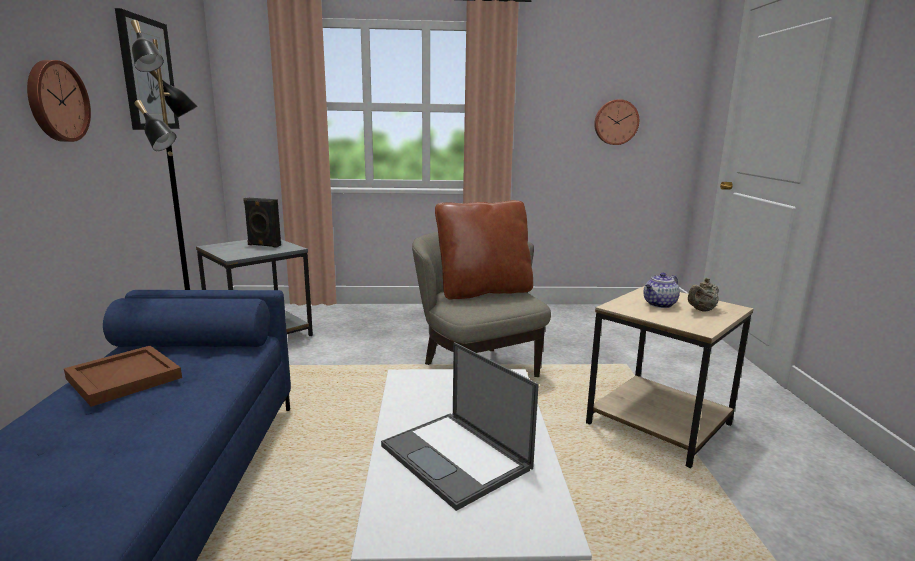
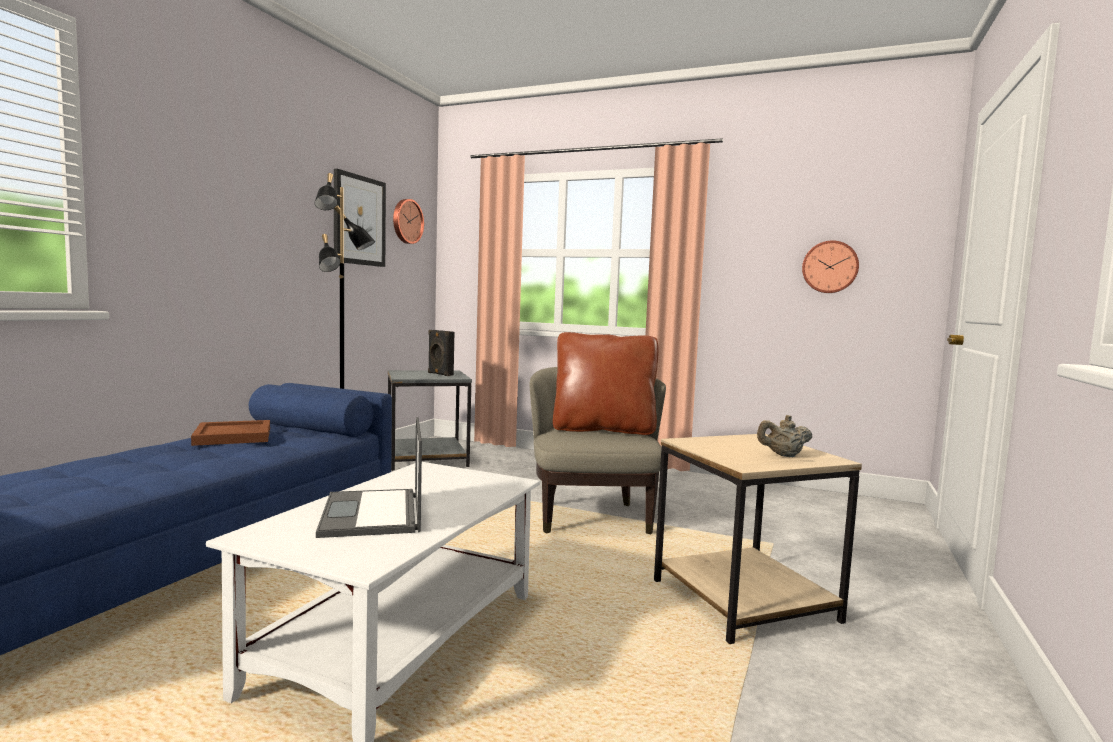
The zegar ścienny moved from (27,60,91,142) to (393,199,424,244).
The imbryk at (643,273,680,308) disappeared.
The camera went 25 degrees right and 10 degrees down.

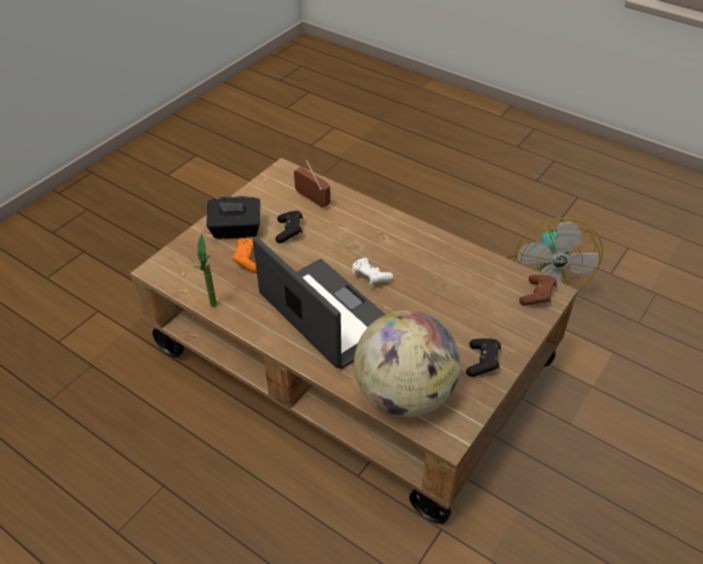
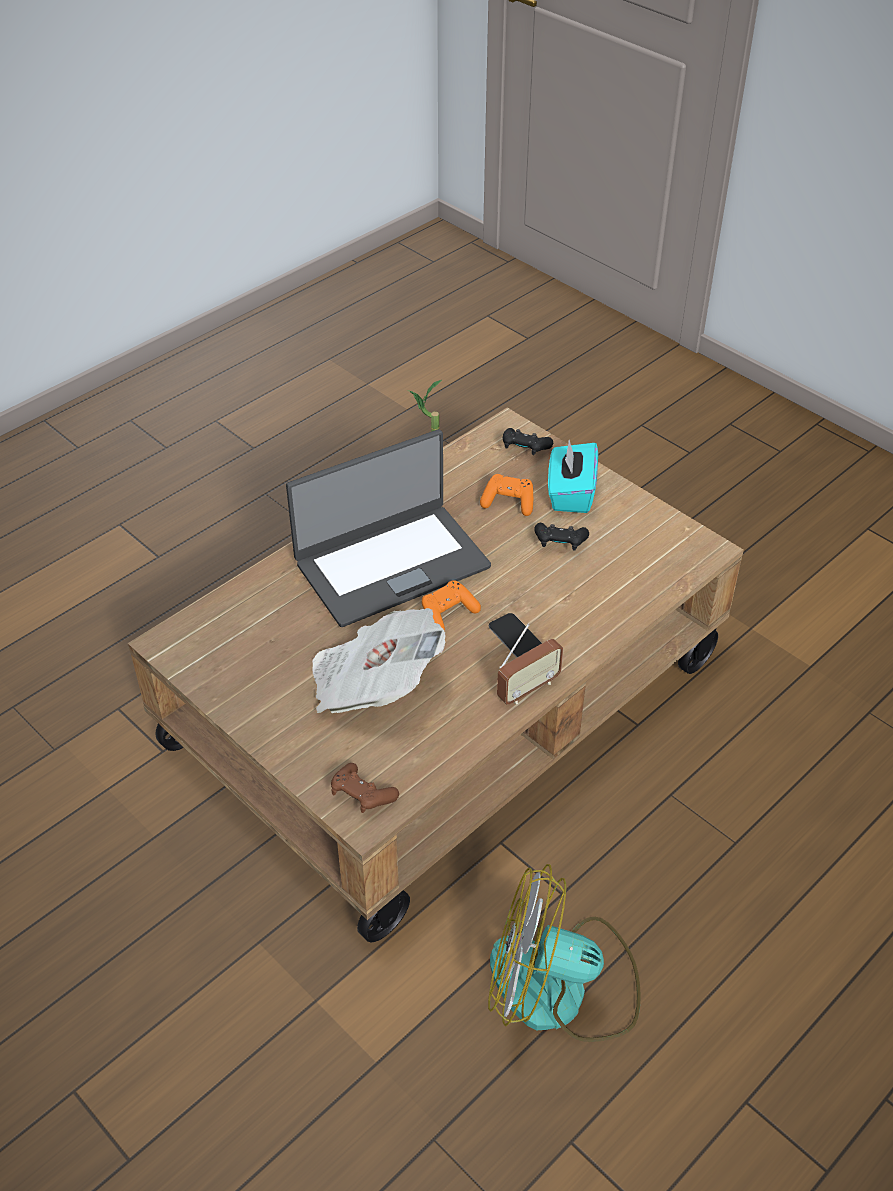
The pudełko chusteczek/czarny at (206,196,261,239) became the pudełko chusteczek/turkusowy at (548,440,598,513).
The radio moved from (294,159,331,208) to (497,624,564,704).
The pad do gier/biały at (352,258,393,285) became the pad do gier/pomarańczowy at (422,580,481,631).
The globus at (354,310,460,417) disappeared.
The pad do gier/czarny moved from (466,338,501,377) to (503,428,553,455).
The gazeta at (312,608,446,713) appeared.
The telefon at (489,613,542,657) appeared.
The camera went 100 degrees right and 0 degrees up.

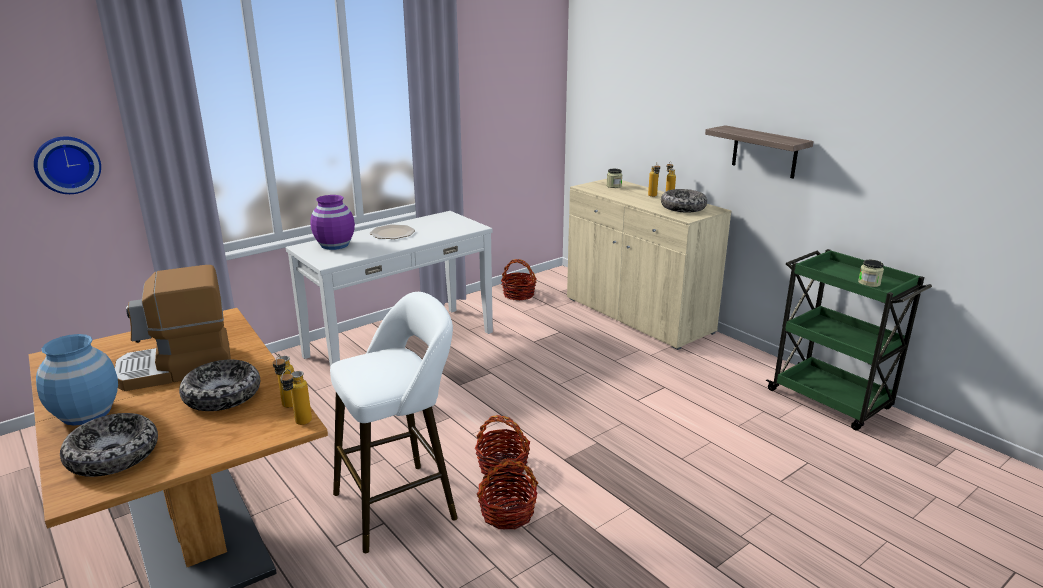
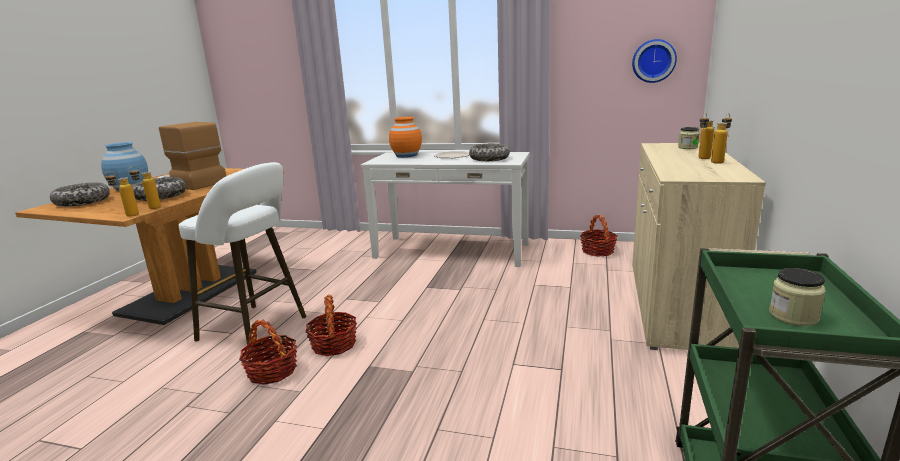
The zegar ścienny moved from (34,137,101,194) to (632,39,677,83).
The wazon/fioletowy at (310,195,355,250) became the wazon/pomarańczowy at (389,117,422,158).
The miska moved from (661,189,707,213) to (469,143,510,161).
The półka at (705,125,814,179) disappeared.
The camera went 55 degrees right and 5 degrees down.

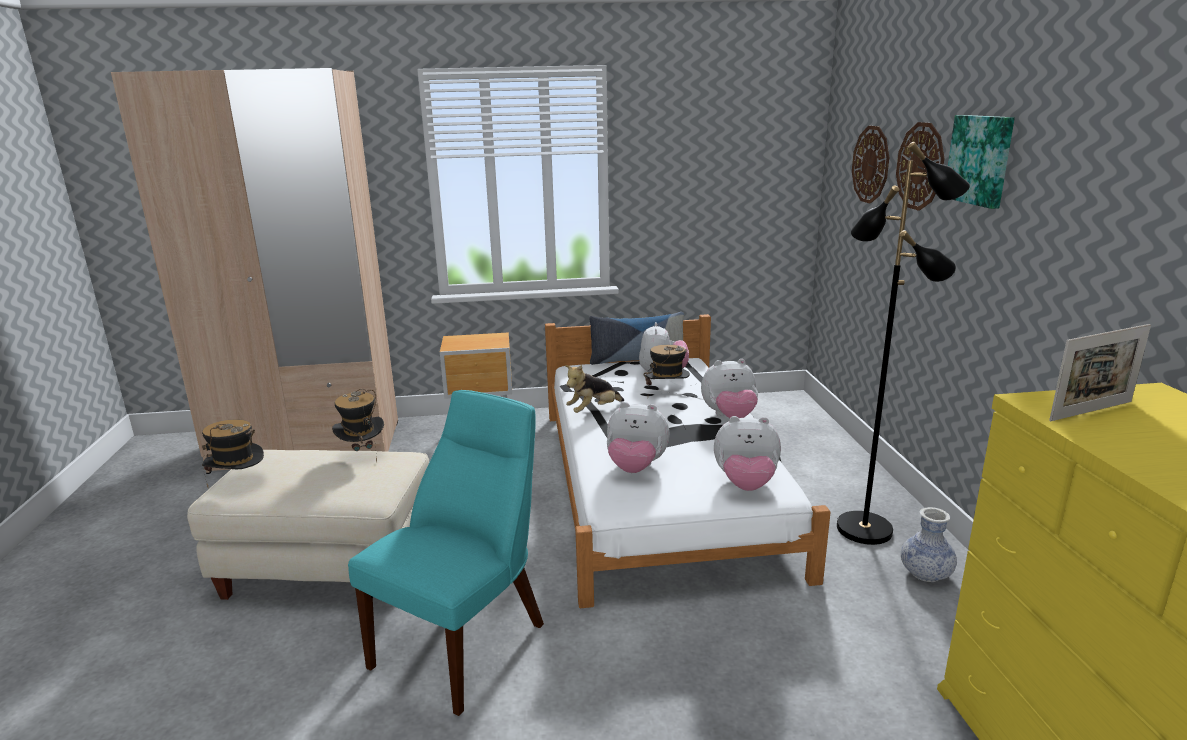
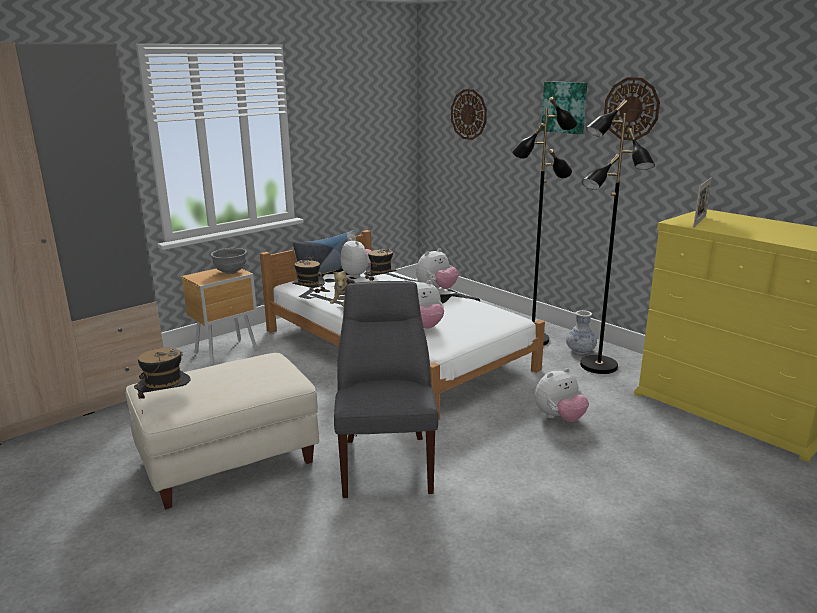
The kapelusz moved from (332,389,384,461) to (292,257,326,299).
The krzesło/turkusowy at (348,390,544,716) became the krzesło/szary at (334,281,438,498).
The pluszak moved from (714,416,781,491) to (535,368,589,422).
The zegar ścienny moved from (896,122,945,211) to (604,77,660,141).
The miska/szary at (211,248,247,274) appeared.
The lampa stojąca/czarny at (580,99,655,374) appeared.
The camera went 35 degrees left and 0 degrees up.

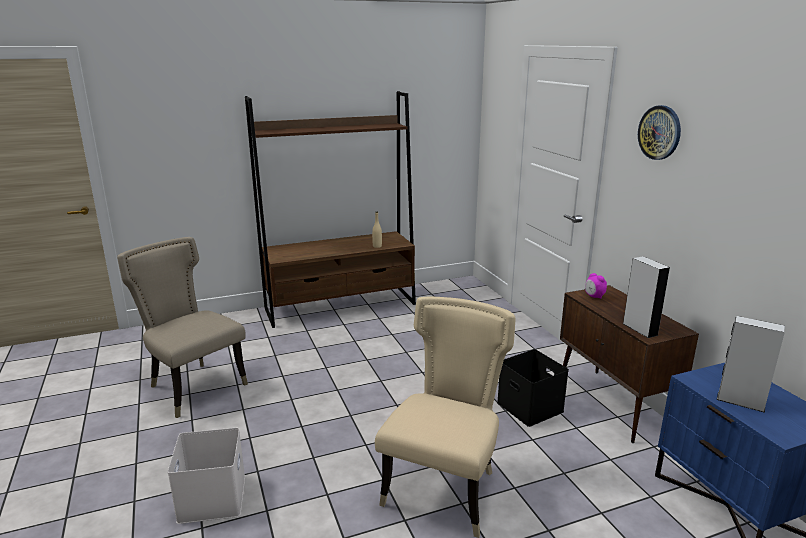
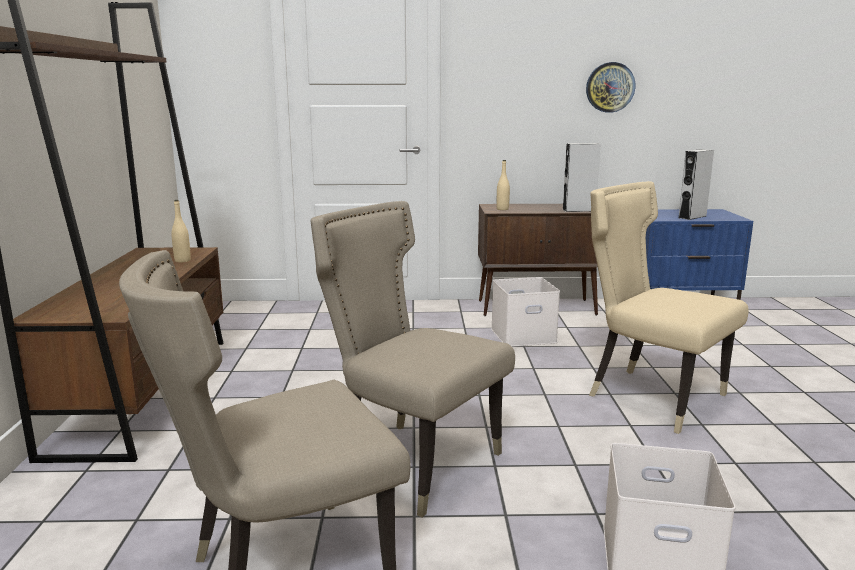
The pojemnik do przechowywania/czarny at (497,349,569,427) became the pojemnik do przechowywania/biały at (491,277,560,347).
The budzik at (585,273,607,299) was replaced by the butelka/beżowy at (497,160,510,210).
The zegar ścienny moved from (638,105,681,160) to (586,62,635,113).
The krzesło/beżowy at (311,201,515,518) appeared.
The camera went 70 degrees left and 5 degrees down.

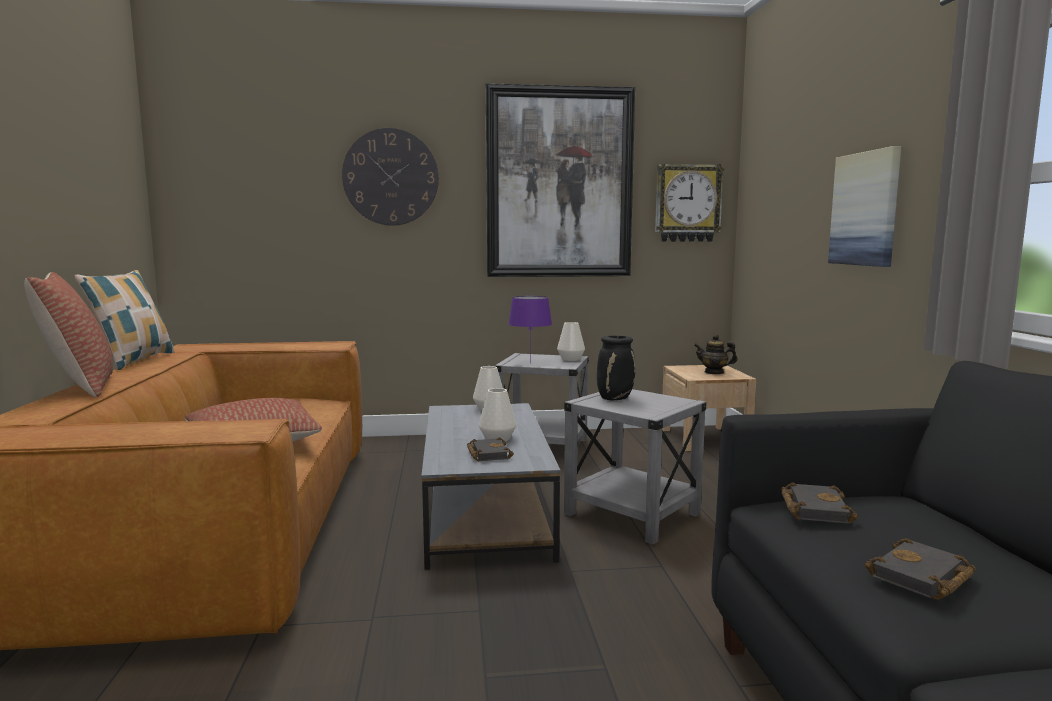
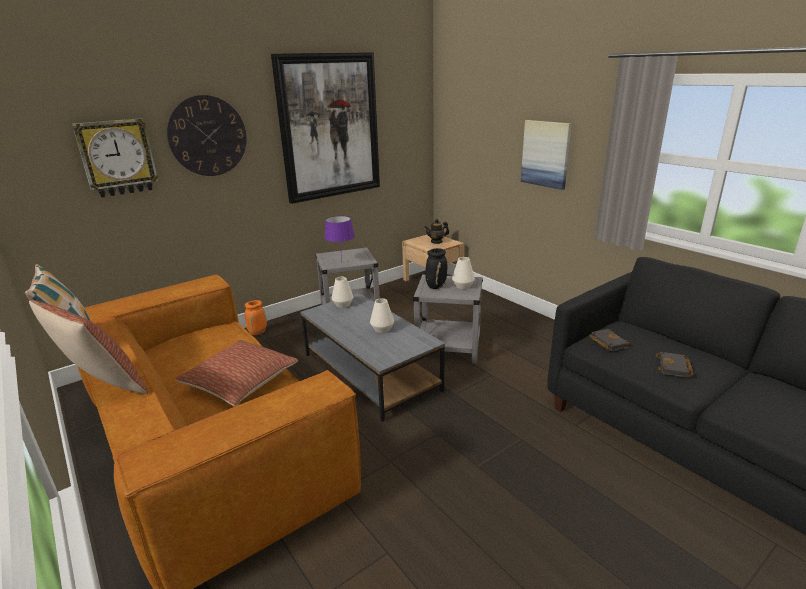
The książka/czarny at (467,437,514,461) disappeared.
The wazon/biały moved from (557,322,585,361) to (452,257,475,289).
The zegar ścienny moved from (655,164,725,242) to (72,118,158,198).
The wazon/pomarańczowy at (245,300,267,335) appeared.
The camera went 30 degrees left and 15 degrees up.

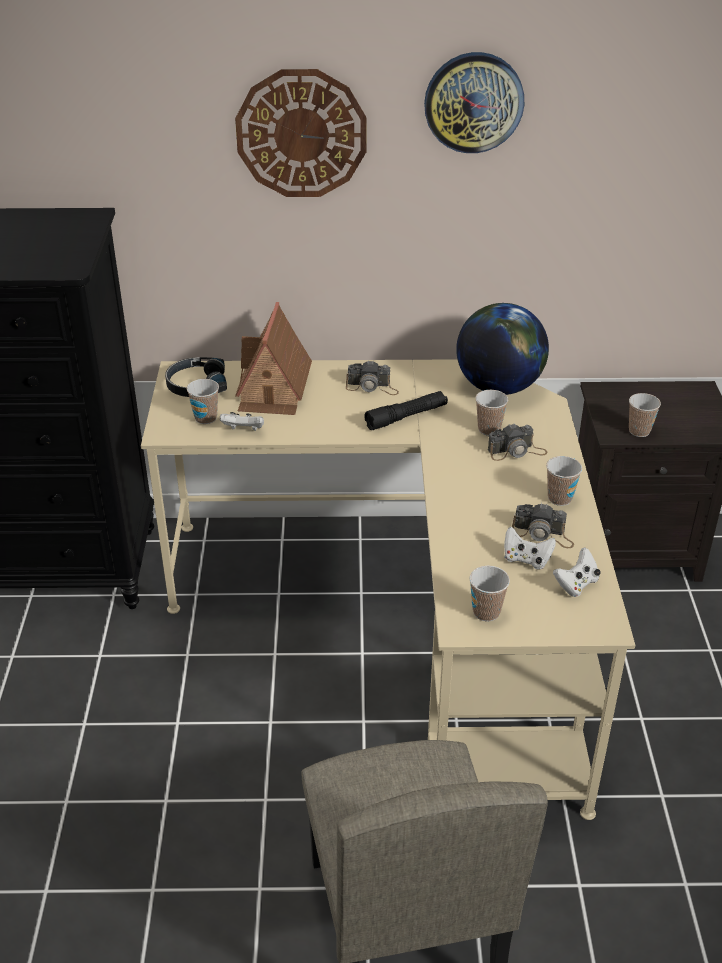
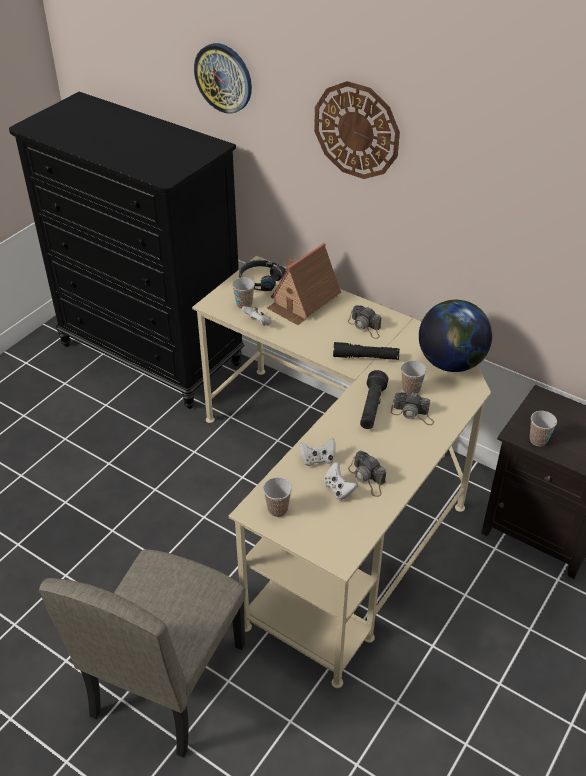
The zegar ścienny moved from (424,52,524,153) to (194,43,252,114).
The filiżanka at (546,456,582,506) disappeared.
The pad do gier/biały moved from (553,547,600,597) to (299,438,335,466).
The latarka/czarny at (360,370,388,429) appeared.
The camera went 35 degrees right and 5 degrees up.

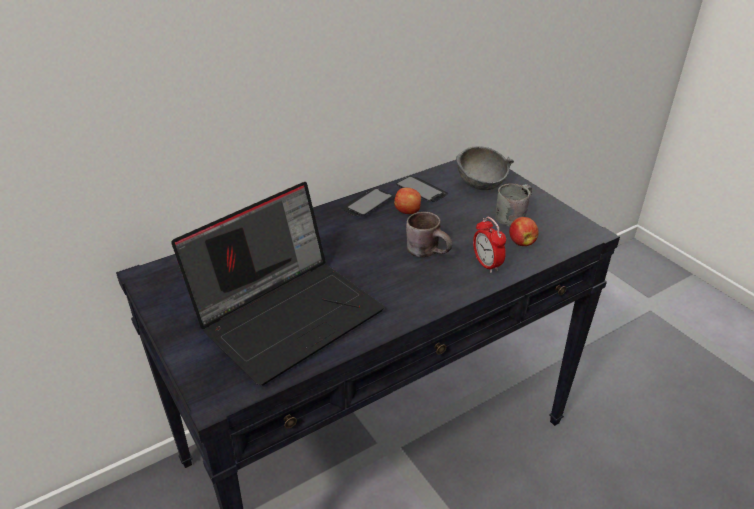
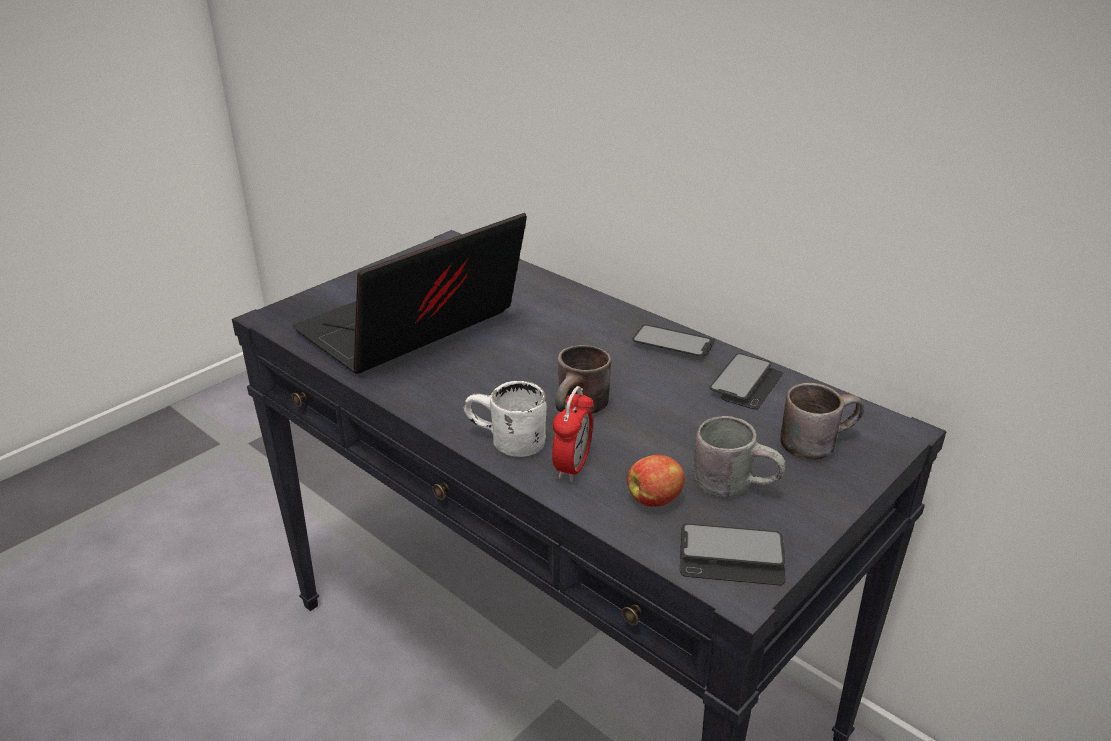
The laptop at (171,182,384,386) turned 105 degrees clockwise.
The jabłko at (394,188,421,214) disappeared.
The miska/szary at (456,146,514,190) was replaced by the kubek/brązowy at (780,383,864,460).
The budzik at (473,217,506,273) turned 150 degrees clockwise.
The kubek/biały at (464,381,547,457) appeared.
The telefon at (680,523,785,585) appeared.
The camera went 75 degrees right and 5 degrees down.

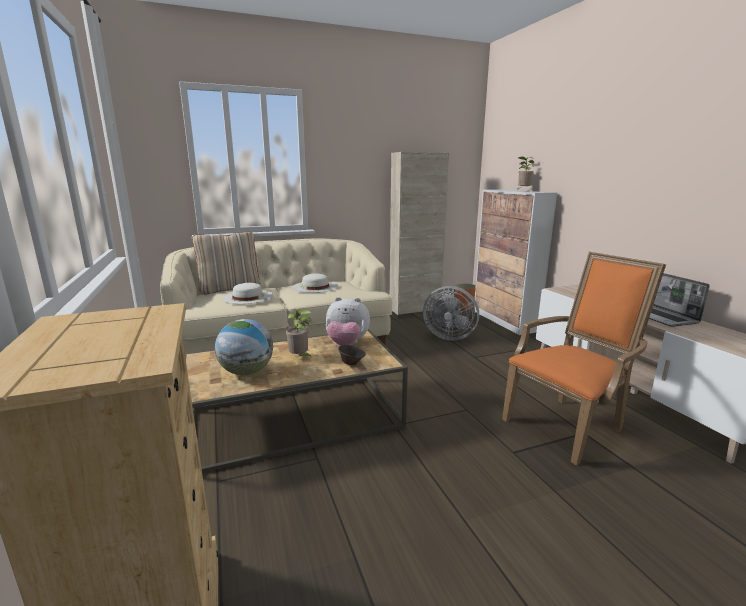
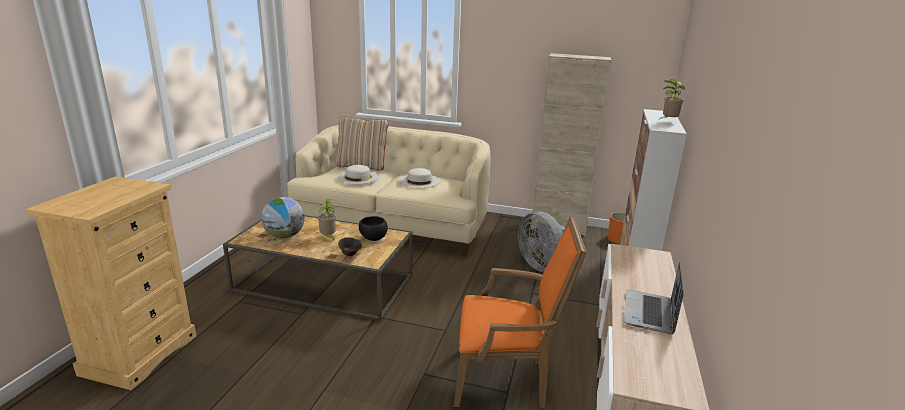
The pluszak at (326,297,370,346) was replaced by the miska/czarny at (359,216,388,241).
The camera went 35 degrees right and 5 degrees up.

